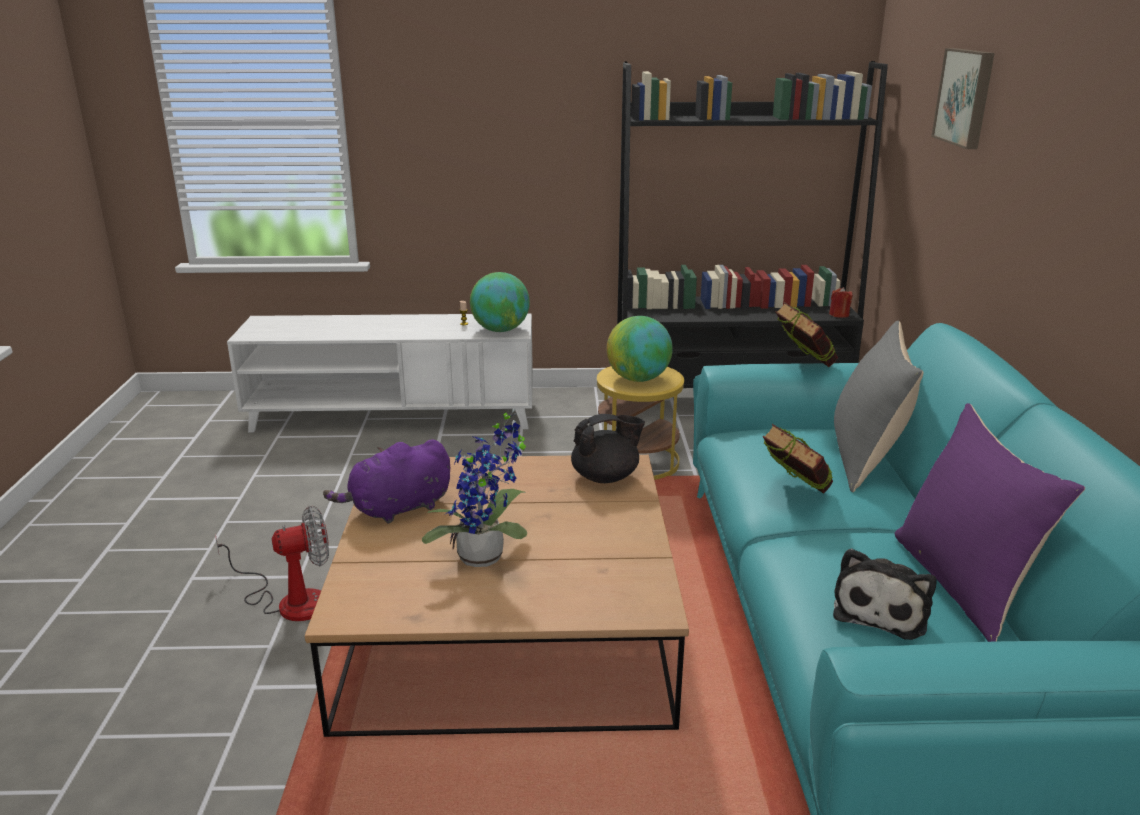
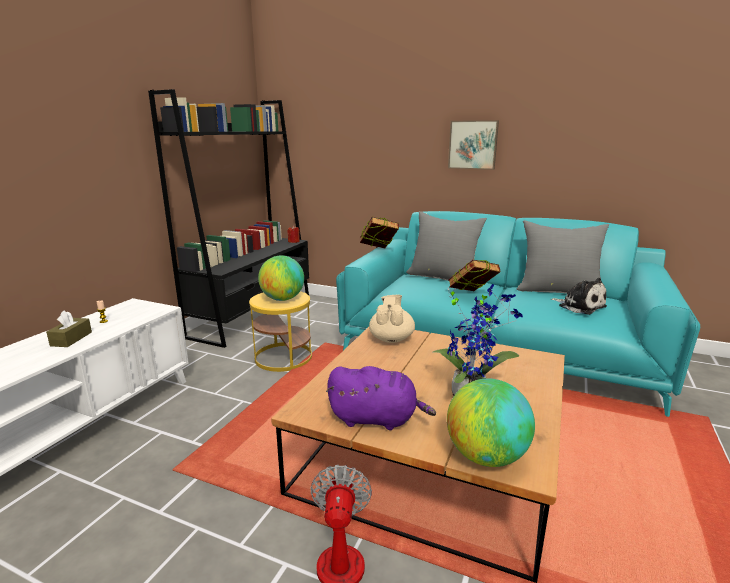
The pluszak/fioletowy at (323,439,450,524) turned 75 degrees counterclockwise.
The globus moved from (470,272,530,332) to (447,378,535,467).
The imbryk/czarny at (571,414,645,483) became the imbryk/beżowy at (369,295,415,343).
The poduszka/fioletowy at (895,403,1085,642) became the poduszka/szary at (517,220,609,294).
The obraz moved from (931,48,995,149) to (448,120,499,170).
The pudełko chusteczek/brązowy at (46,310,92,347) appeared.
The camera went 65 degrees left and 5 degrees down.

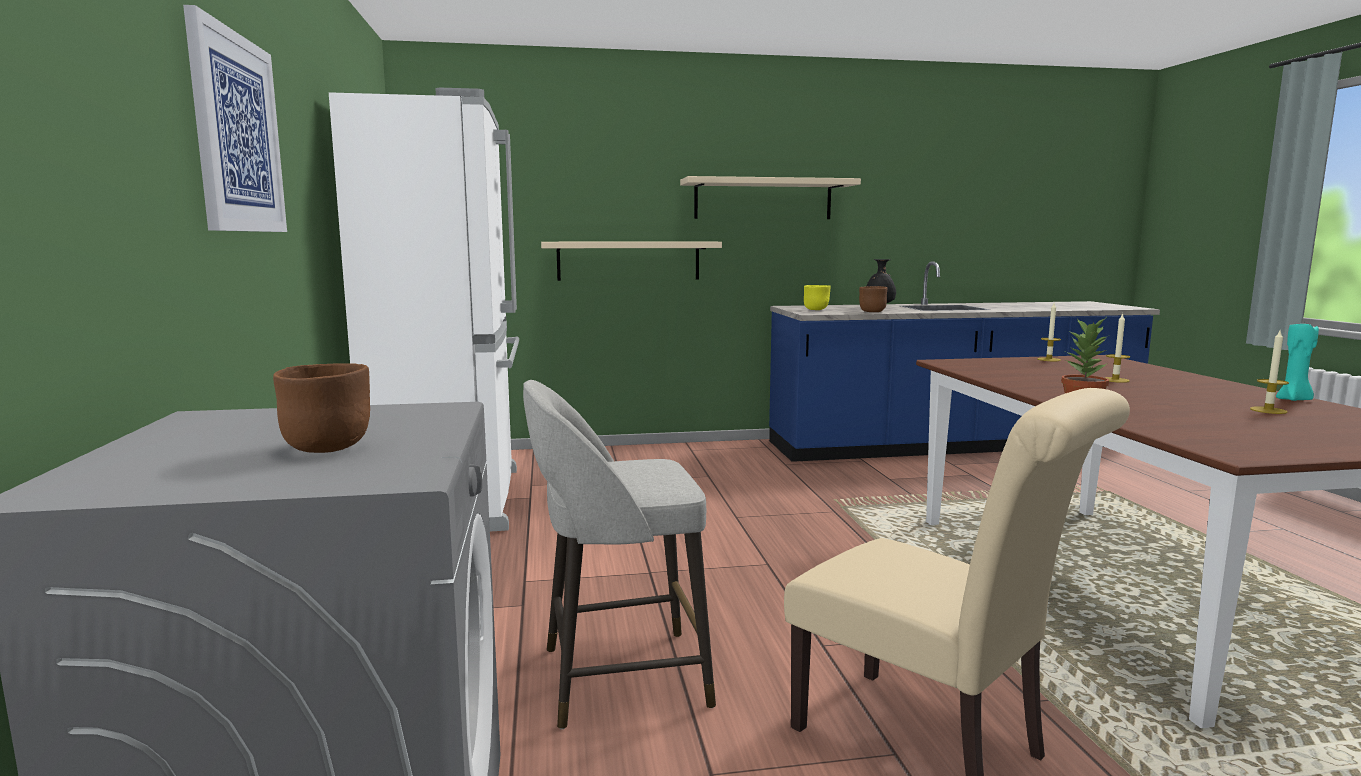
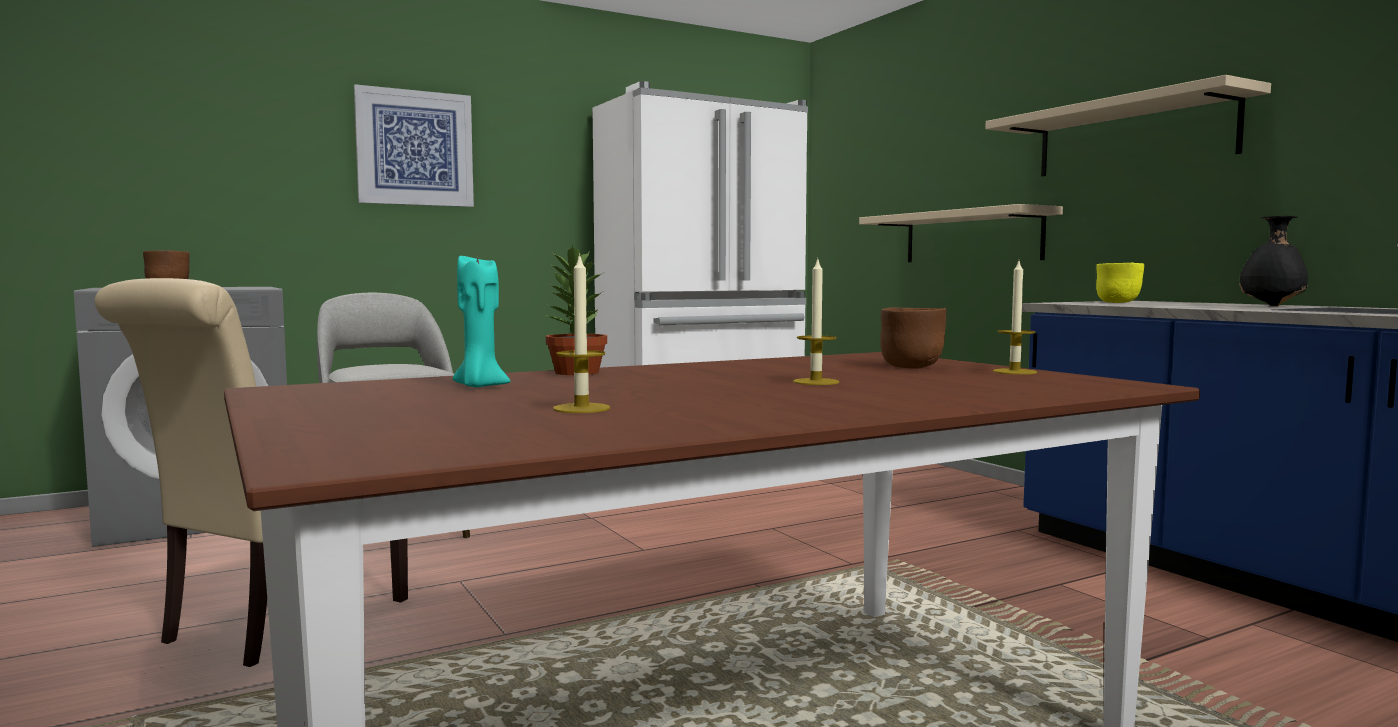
The miska/brązowy moved from (859,286,887,312) to (880,308,946,368).
The świeca/turkusowy moved from (1276,322,1319,401) to (453,252,510,387).
The camera went 70 degrees right and 5 degrees down.

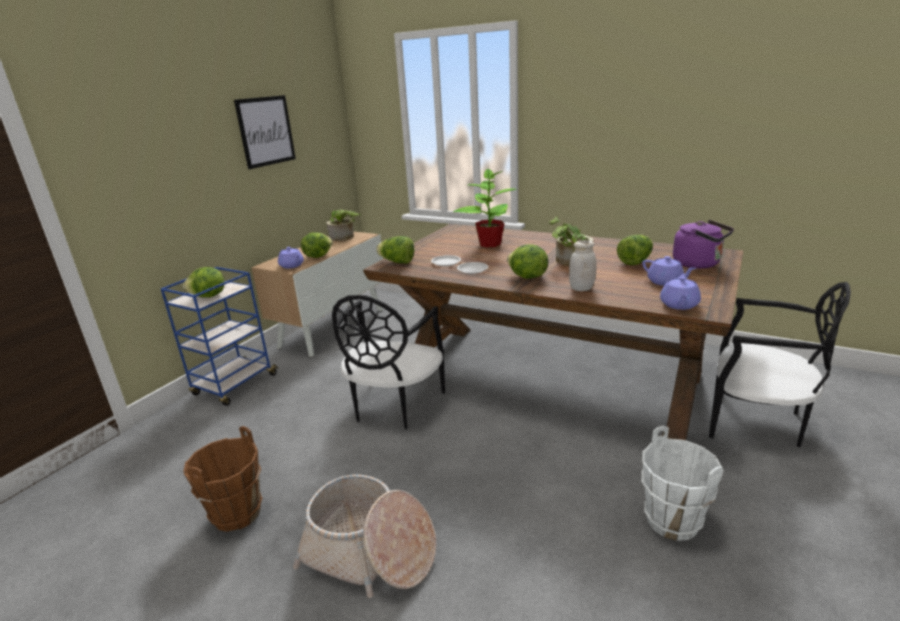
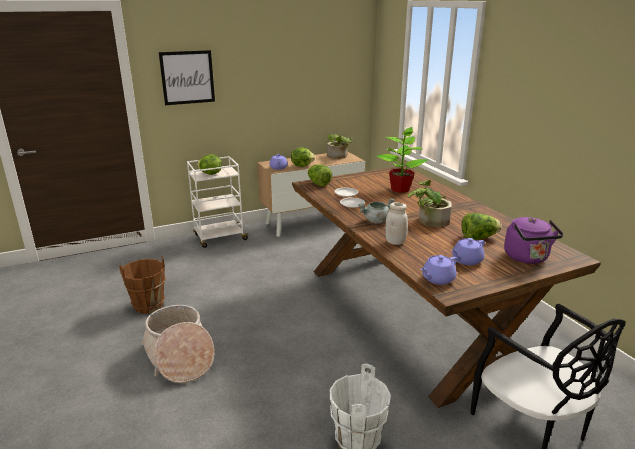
The wózek/niebieski at (161,267,279,406) became the wózek/biały at (187,156,249,248).
The obraz moved from (234,95,296,169) to (159,50,215,105).
The krzesło/czarny at (332,295,445,429) disappeared.
The sałata at (507,244,548,279) was replaced by the garnek/szary at (358,198,395,224).
The imbryk/fioletowy at (642,256,696,286) turned 60 degrees clockwise.
The camera went 35 degrees right and 0 degrees up.

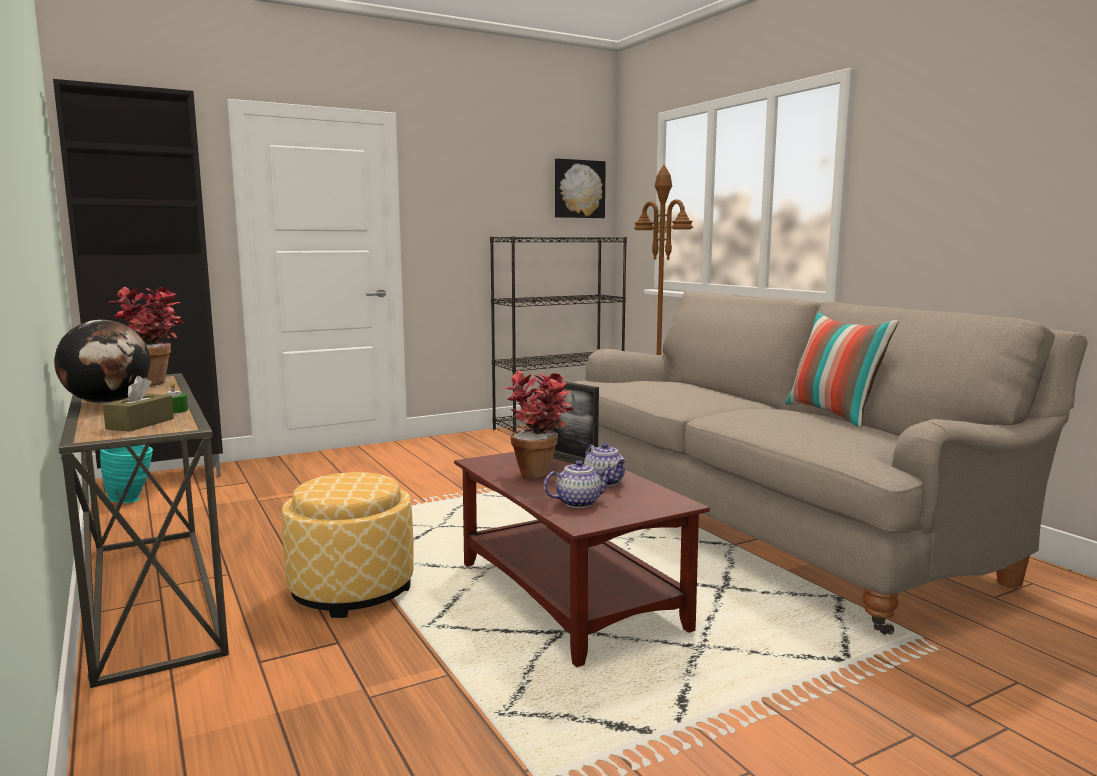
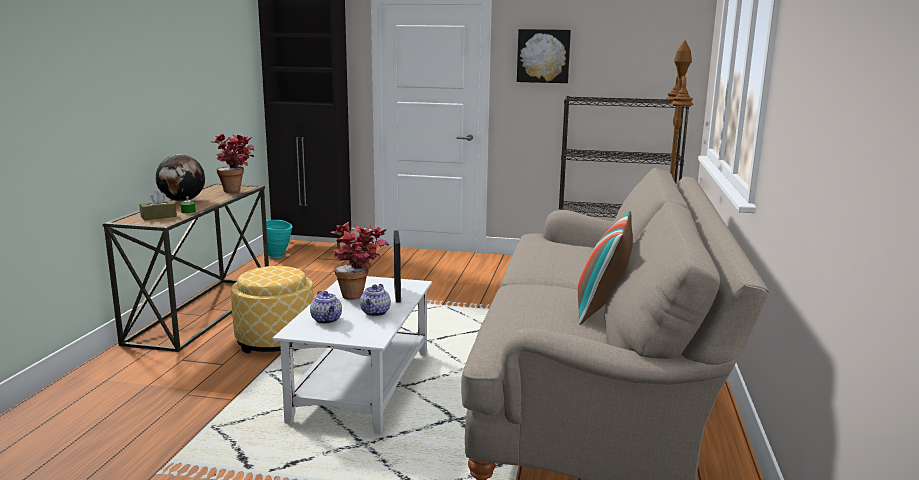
The ława/brązowy at (454,452,710,667) became the ława/biały at (272,276,432,435).
The imbryk at (544,460,613,508) turned 45 degrees clockwise.
The obraz moved from (555,158,606,218) to (517,29,571,83).
The camera went 40 degrees right and 5 degrees up.

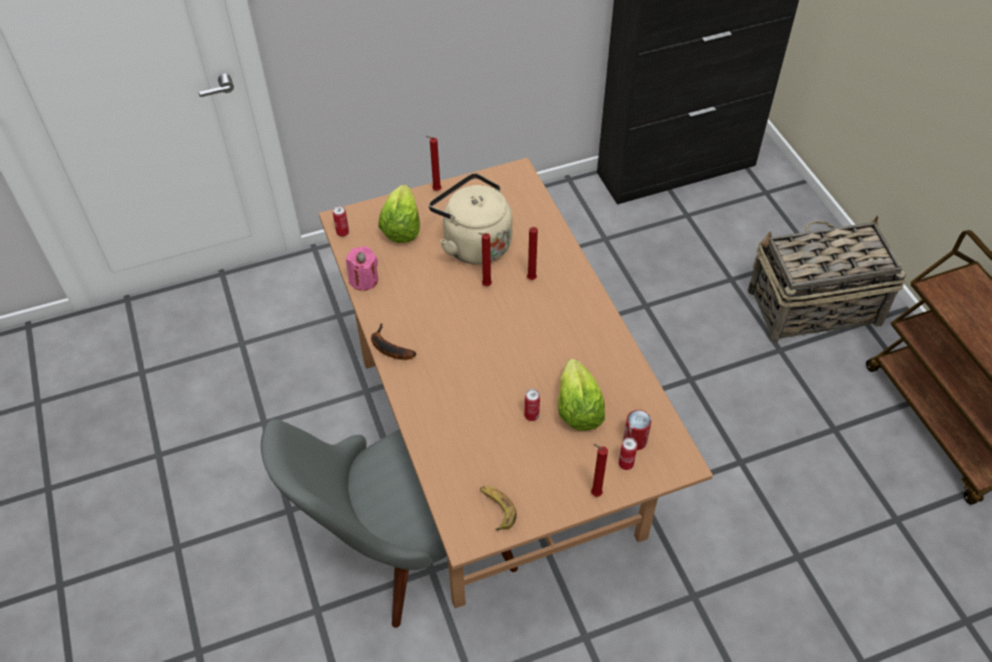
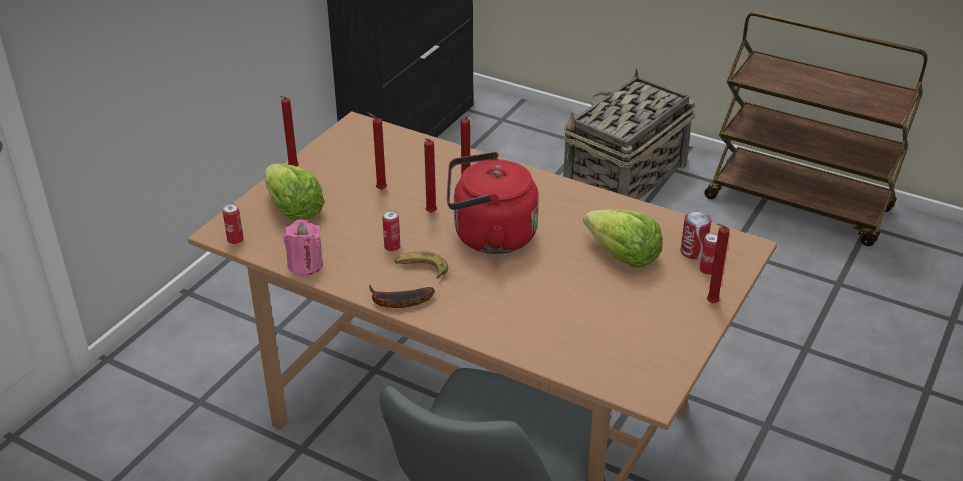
The czajnik/beżowy at (429,173,513,265) was replaced by the świeca/czerwony at (367,112,387,190).
The banan moved from (480,486,517,530) to (395,251,448,279).
The puszka moved from (524,389,540,421) to (382,210,400,252).
The czajnik/czerwony at (447,152,539,254) appeared.
The camera went 40 degrees left and 15 degrees down.

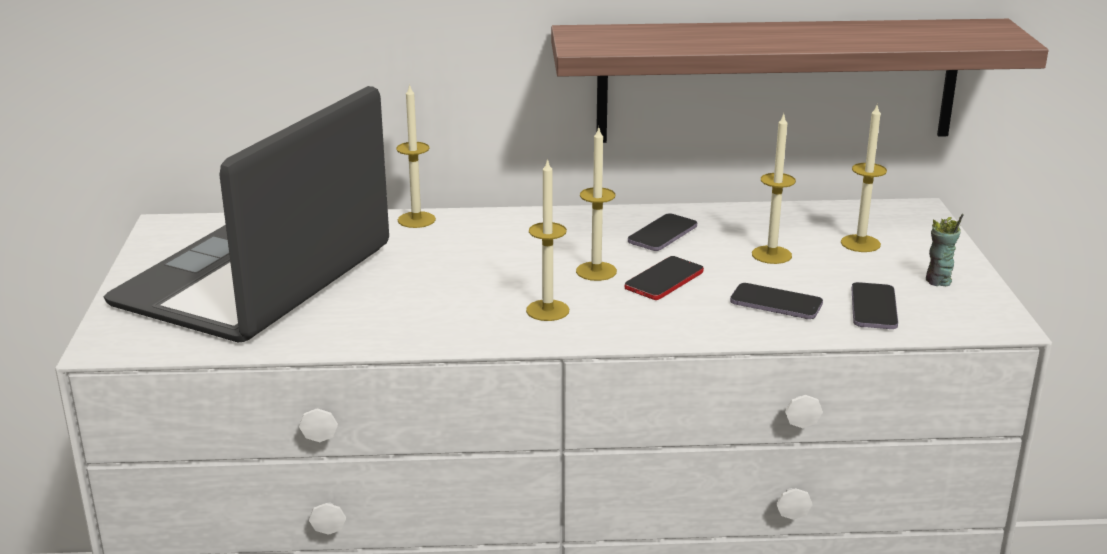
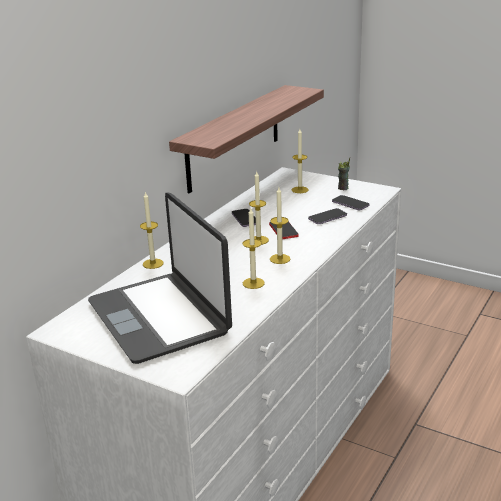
The świeca moved from (752,114,796,264) to (243,208,265,289).
The camera went 55 degrees left and 0 degrees up.

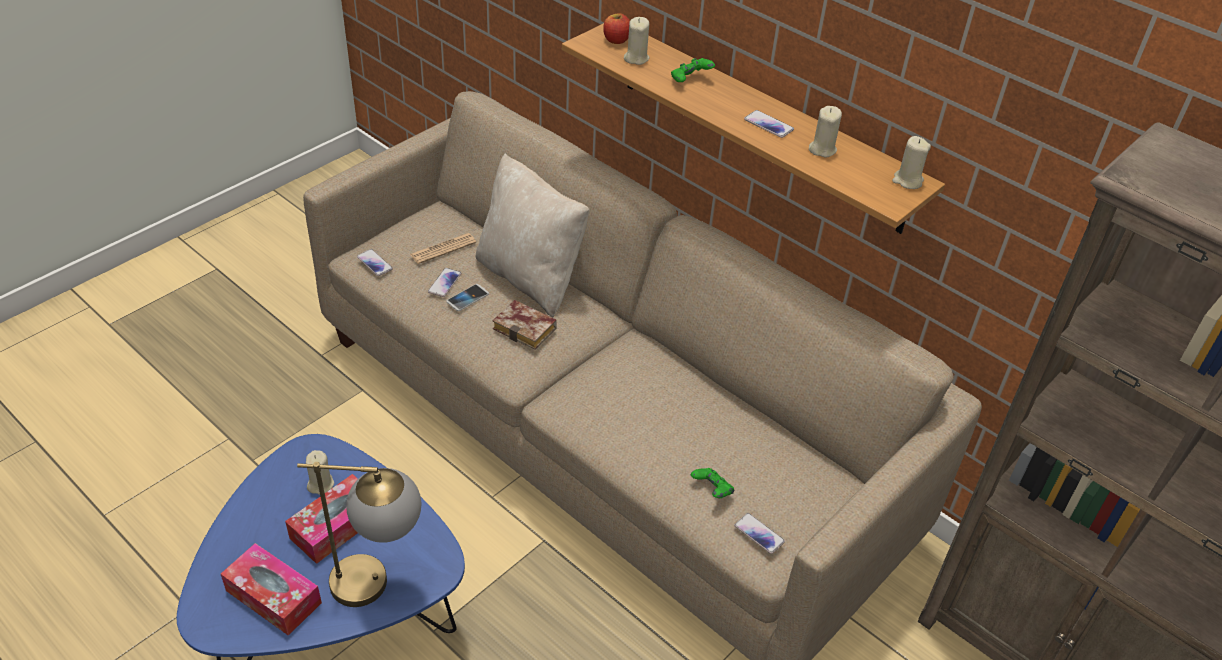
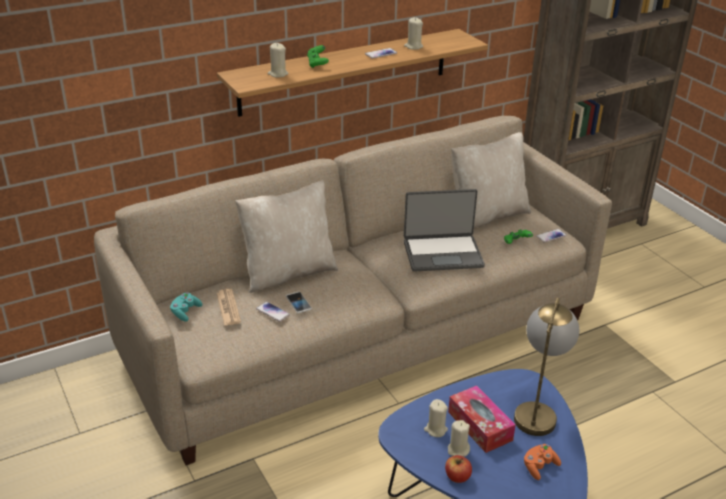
The pudełko chusteczek at (221,543,322,636) was replaced by the pad do gier/pomarańczowy at (524,444,561,480).
The telefon at (357,249,393,276) disappeared.
The książka at (493,300,557,350) disappeared.
The jabłko moved from (603,13,630,44) to (445,455,472,483).
The świeca/beżowy moved from (892,136,931,189) to (448,420,470,456).
The pad do gier/turkusowy at (170,293,202,321) appeared.
The laptop at (404,189,485,272) appeared.
The poduszka/beżowy at (451,132,531,228) appeared.
The camera went 70 degrees left and 10 degrees down.

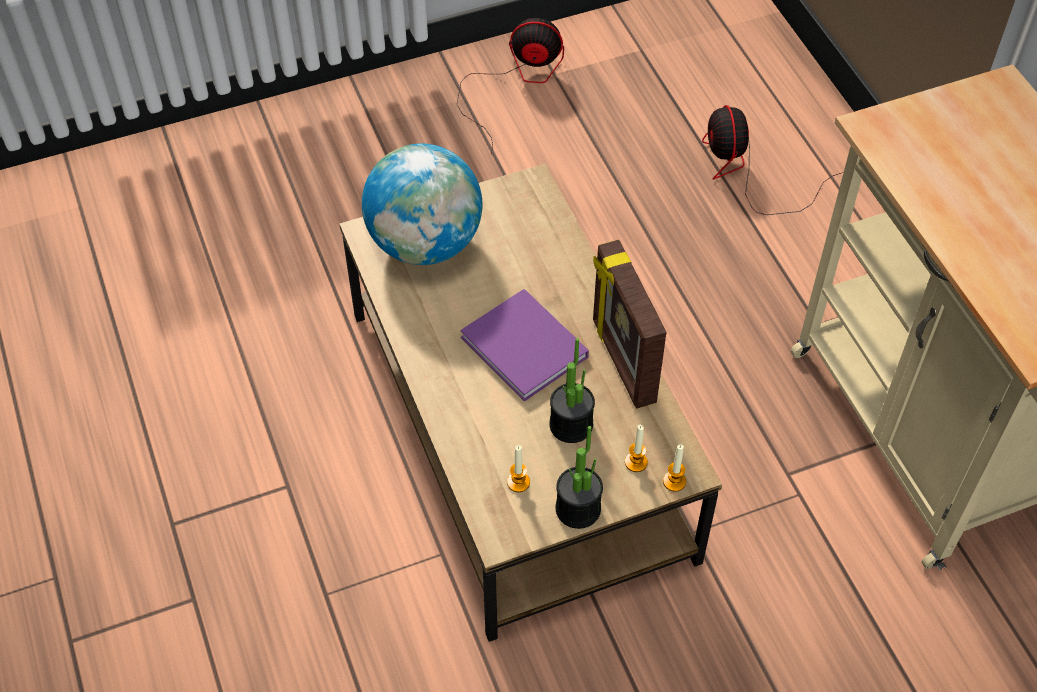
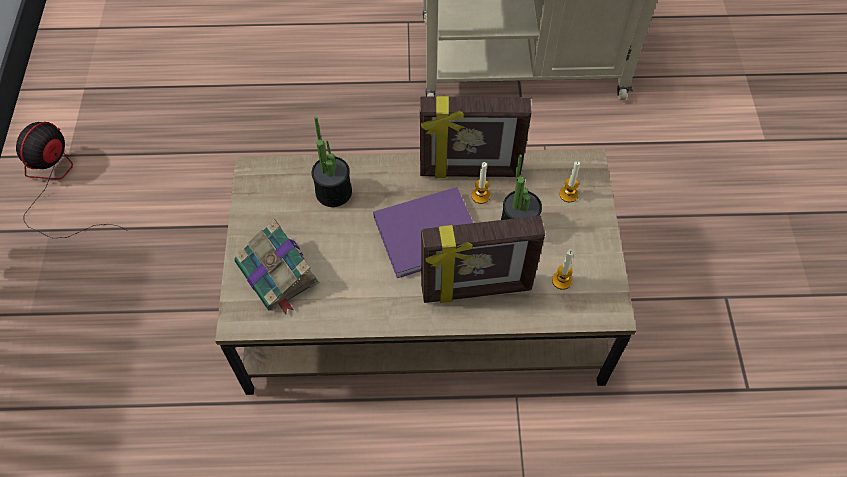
The globus at (362,144,482,265) was replaced by the książka at (234,219,319,315).
The roślina doniczkowa moved from (556,426,603,529) to (311,116,352,207).
The świeca moved from (663,444,686,492) to (471,162,490,204).
The wentylator at (702,105,844,215) disappeared.
The ramka na zdjęcie at (421,216,545,303) appeared.
The camera went 70 degrees left and 5 degrees up.

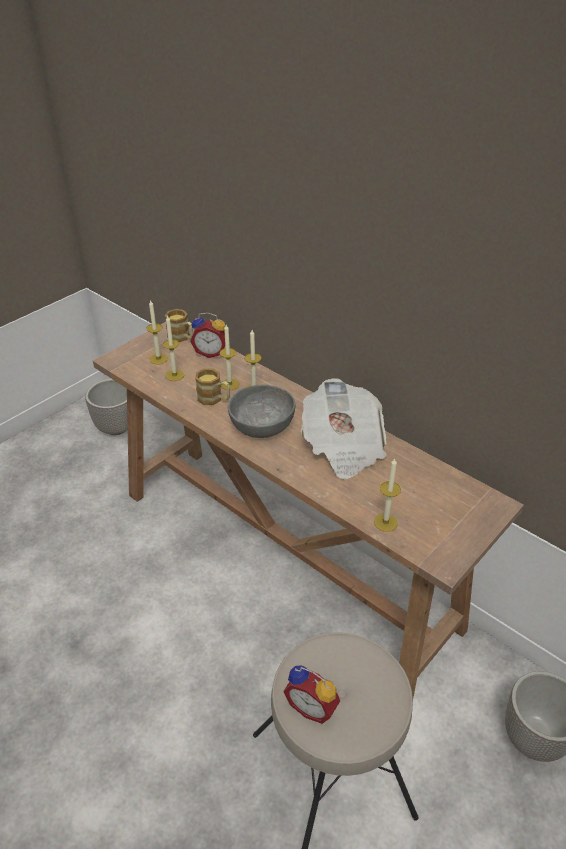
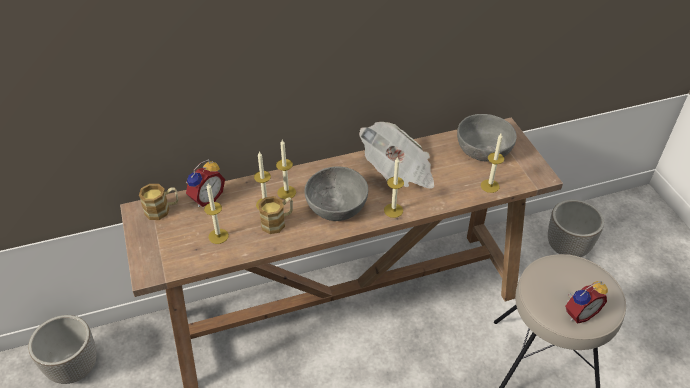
The świeca moved from (146,300,168,364) to (384,157,404,218).
The miska/szary at (457,114,517,162) appeared.
The camera went 60 degrees left and 5 degrees up.

